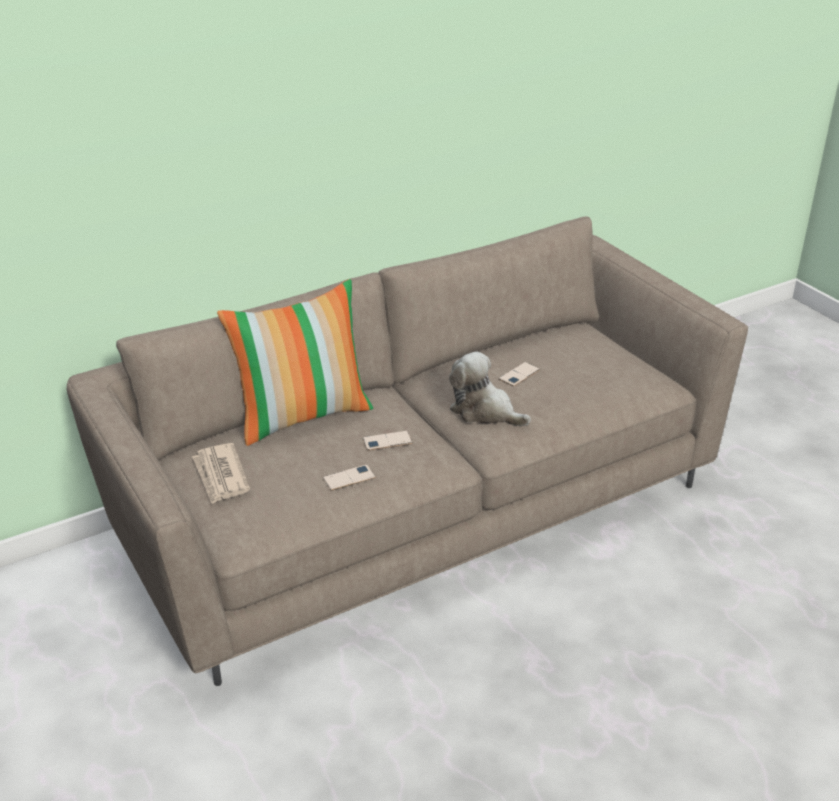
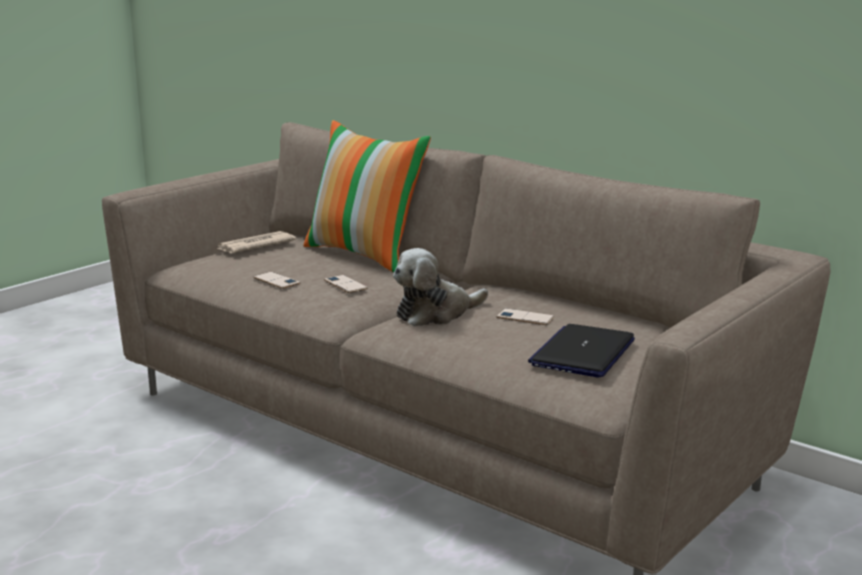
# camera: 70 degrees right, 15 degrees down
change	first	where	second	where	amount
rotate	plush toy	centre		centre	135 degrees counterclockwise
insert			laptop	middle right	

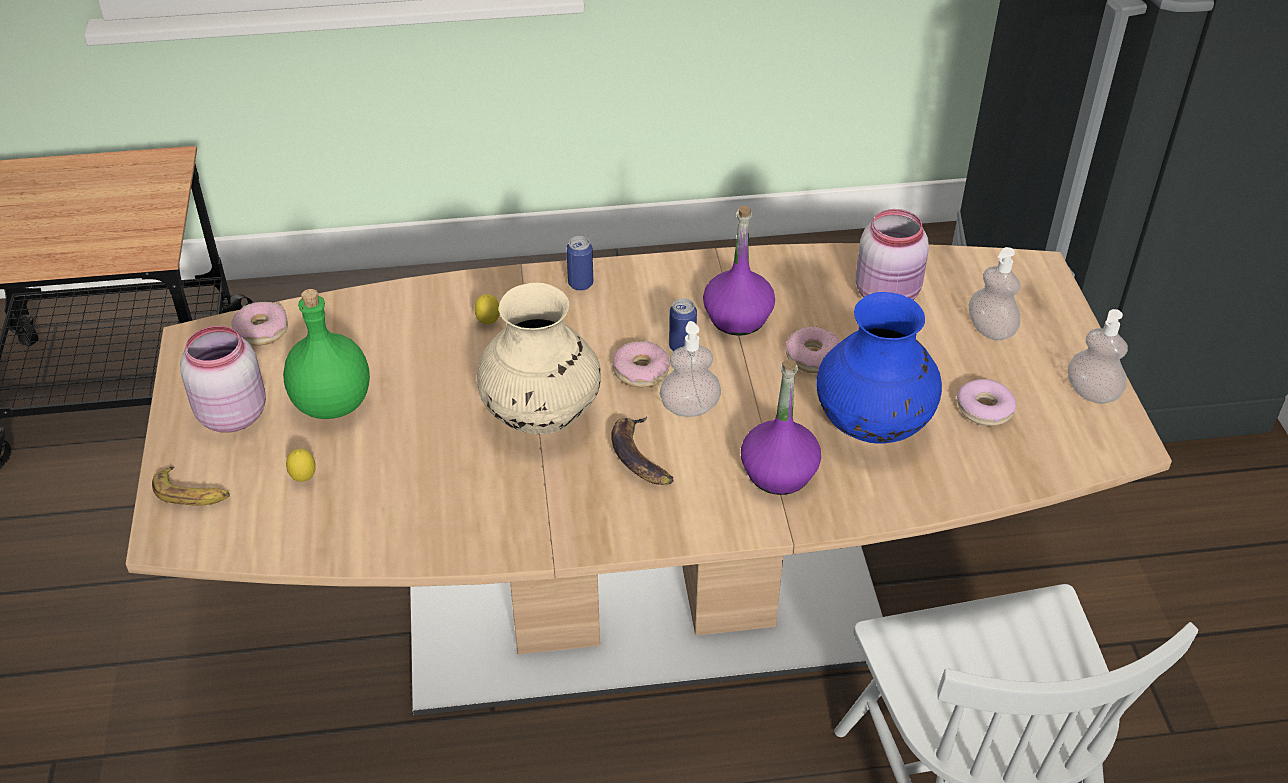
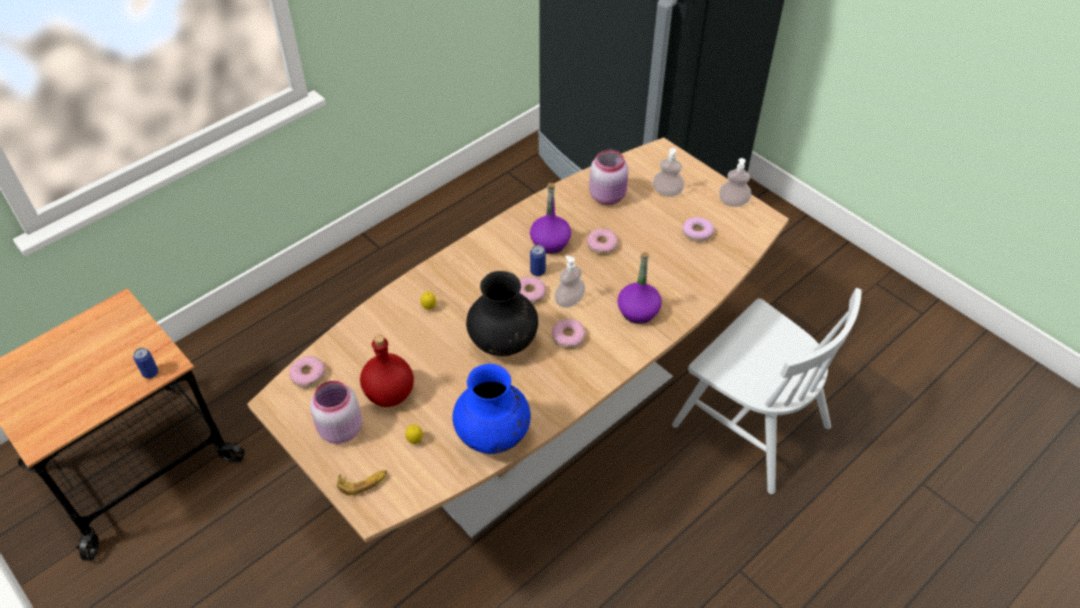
# camera: 35 degrees left, 5 degrees up
change	first	where	second	where	amount
recolor	green bottle	middle left	red bottle	centre	
recolor	beige vase	centre	black vase	centre	
move	can (1st from left)	centre		middle left	
replace	banana (2nd from left)	centre	donut (3rd from left)	centre	
move	blue vase	middle right		bottom centre	

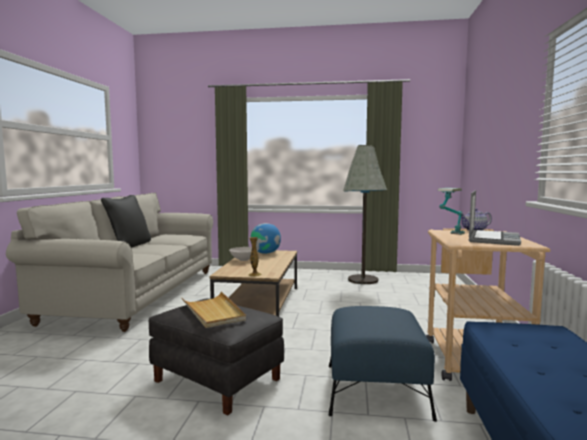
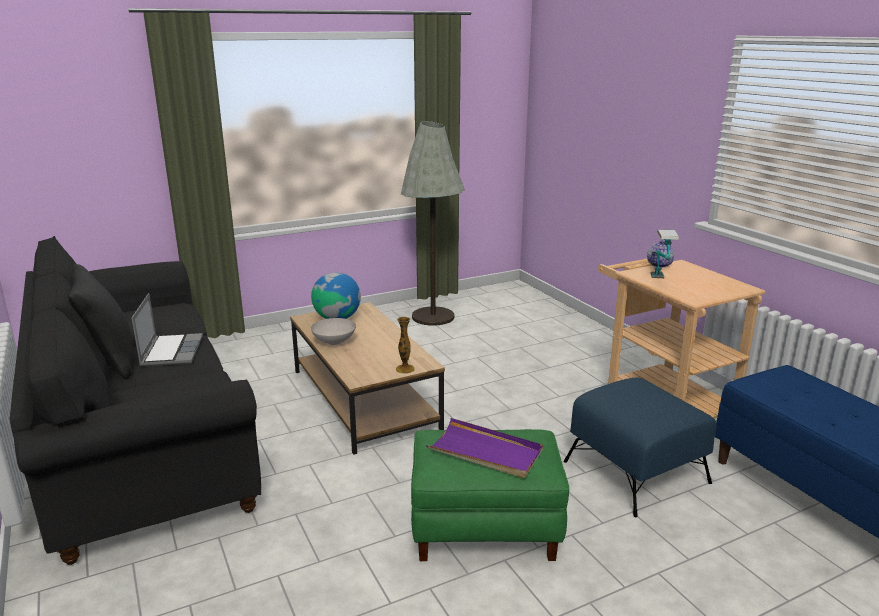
# camera: 35 degrees left, 15 degrees up
change	first	where	second	where	amount
recolor	beige sofa	middle left	black sofa	middle left	
recolor	black ottoman	bottom centre	green ottoman	bottom centre	
recolor	beige tray	bottom centre	purple tray	bottom centre	
move	laptop	middle right		middle left	

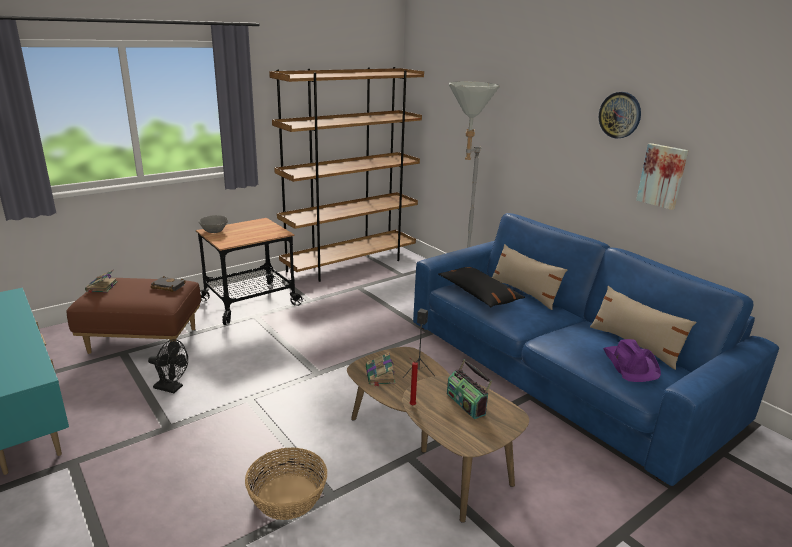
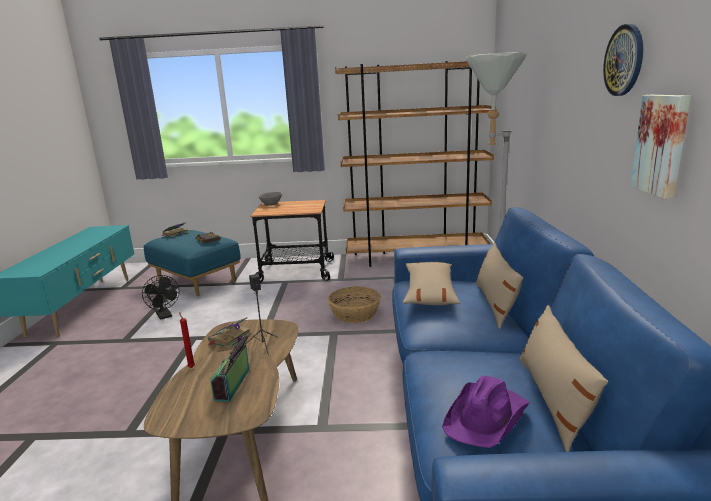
# camera: 40 degrees right, 5 degrees down
change	first	where	second	where	amount
recolor	brown ottoman	middle left	blue ottoman	middle left	
move	basket	bottom centre		centre	
recolor	black pillow	centre	beige pillow (1st from left)	centre	

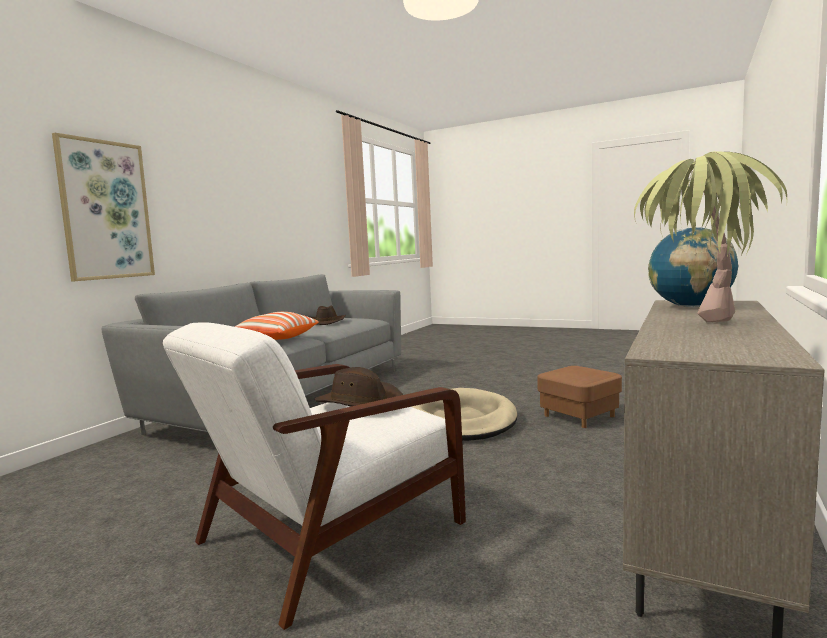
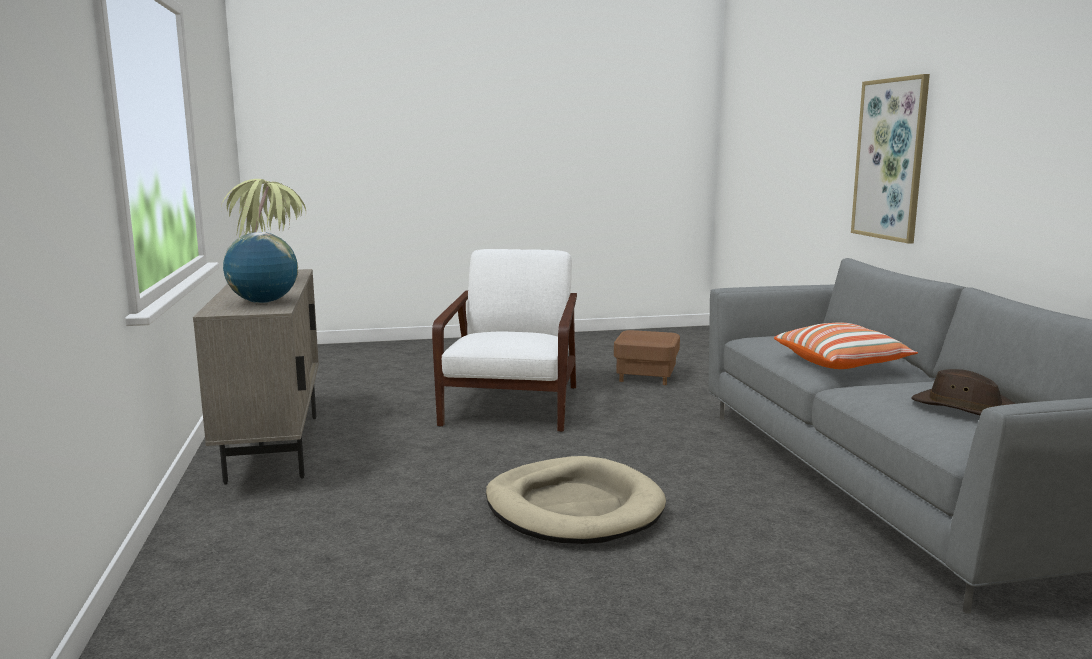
# camera: 140 degrees right, 5 degrees up
change	first	where	second	where	amount
delete	brown hat (2nd from left)	centre			
move	brown ottoman	middle right		centre	

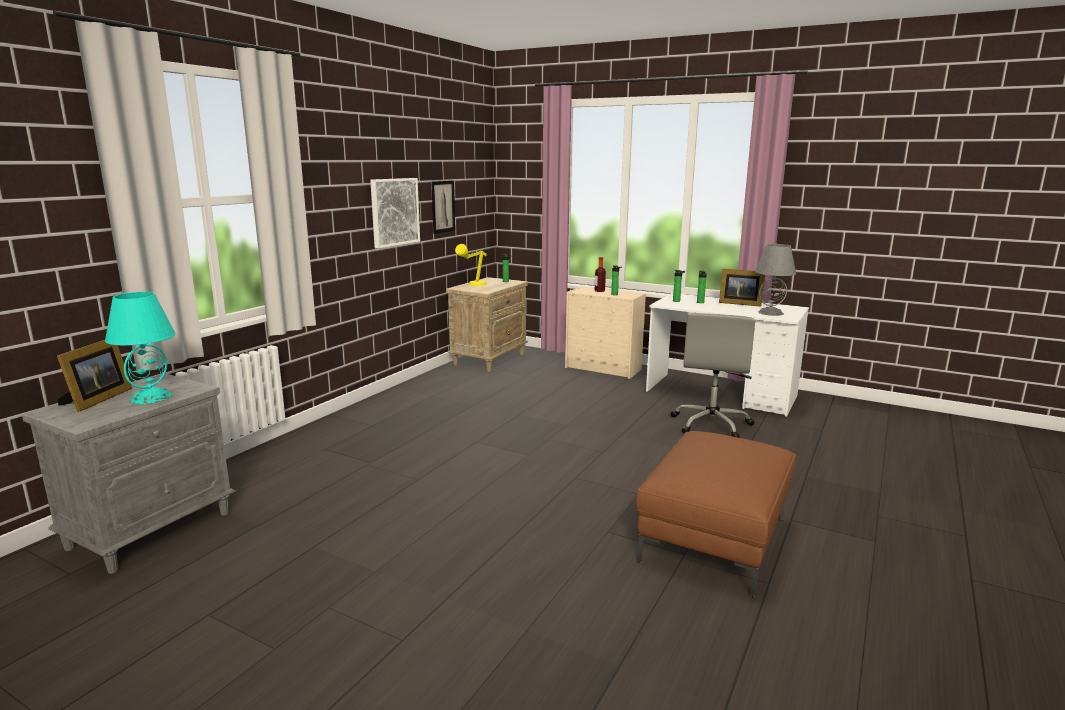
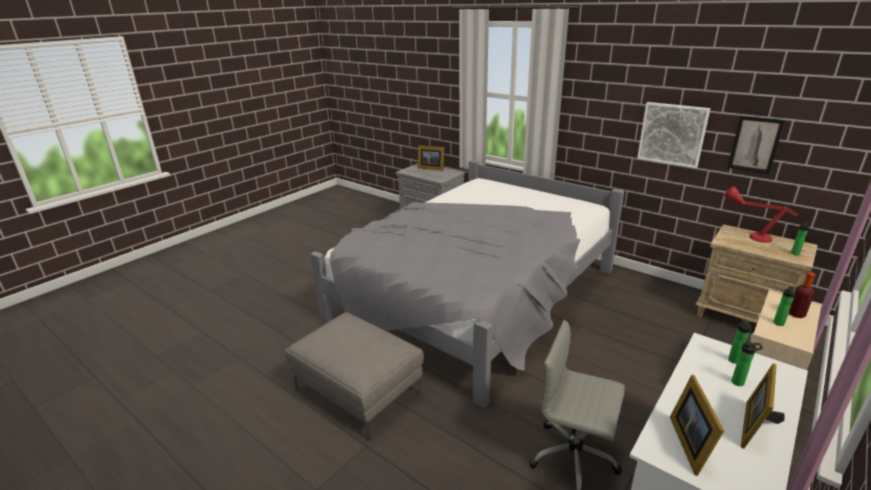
# camera: 100 degrees right, 10 degrees up
change	first	where	second	where	amount
delete	turquoise table lamp	middle left			
recolor	yellow table lamp	centre	red table lamp	middle right	
recolor	brown ottoman	bottom right	grey ottoman	bottom centre	
replace	grey table lamp	middle right	picture frame (2nd from left)	bottom right	
insert			grey bed	centre	

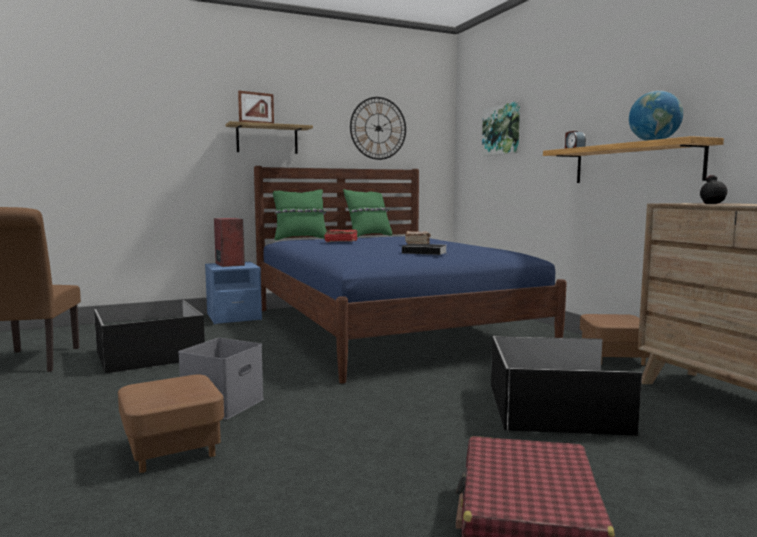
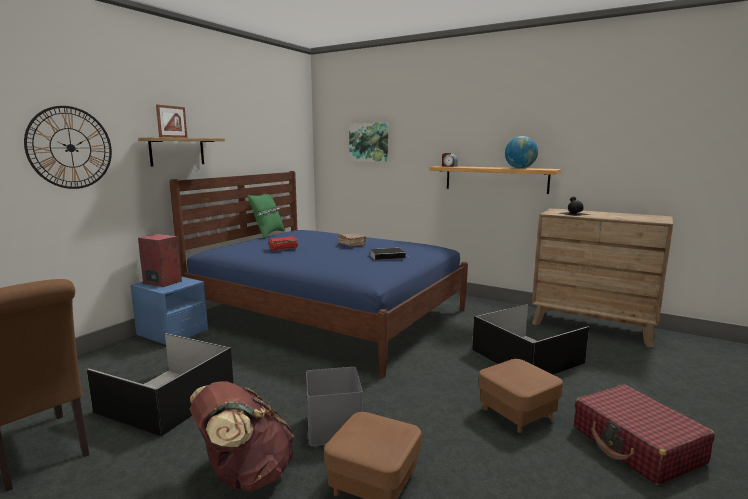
# camera: 35 degrees left, 5 degrees up
change	first	where	second	where	amount
delete	green pillow (1st from left)	centre			
move	wall clock	top centre		top left	
move	brown ottoman (2nd from left)	middle right		bottom right	
insert			brown backpack	bottom left	

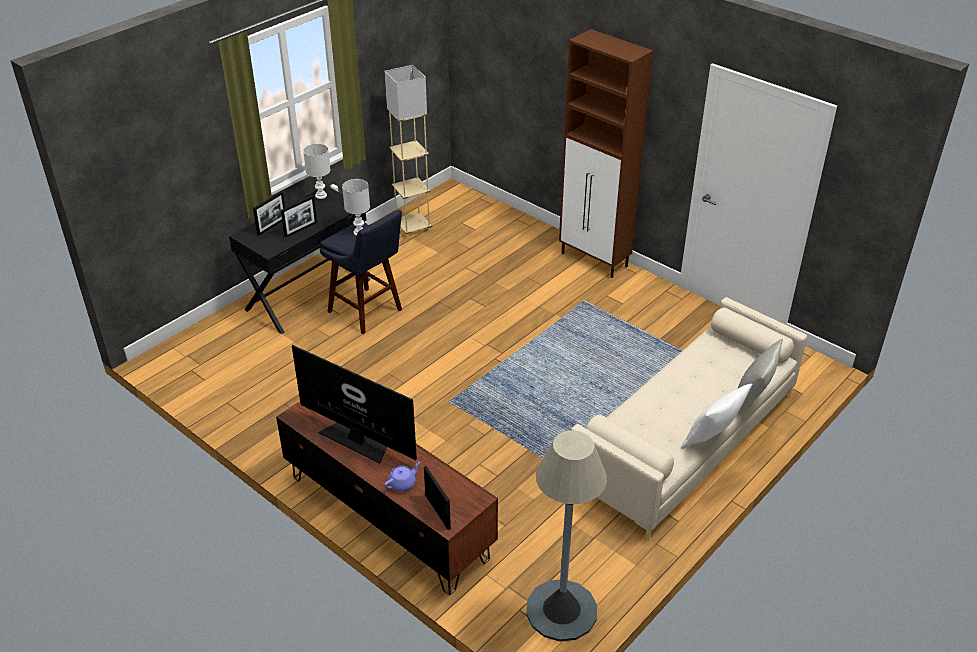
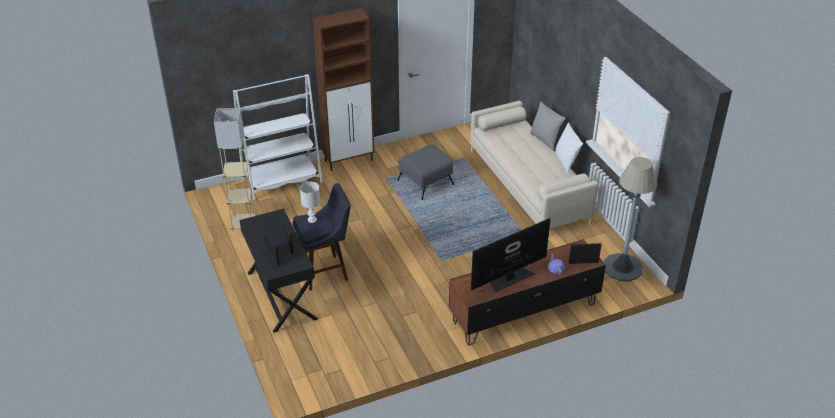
# camera: 65 degrees left, 0 degrees up
change	first	where	second	where	amount
delete	white table lamp (1st from left)	top left			
insert			white bookcase	top left	
insert			grey ottoman	centre	

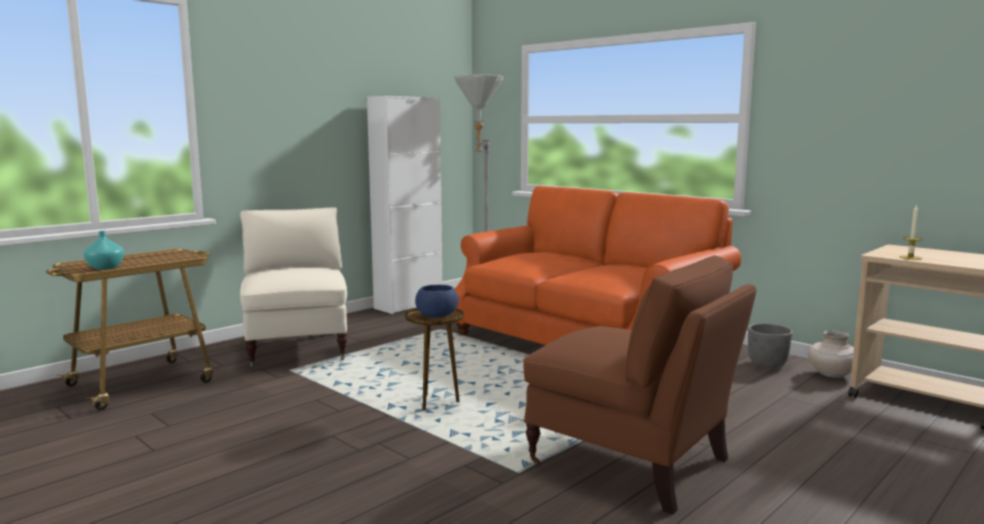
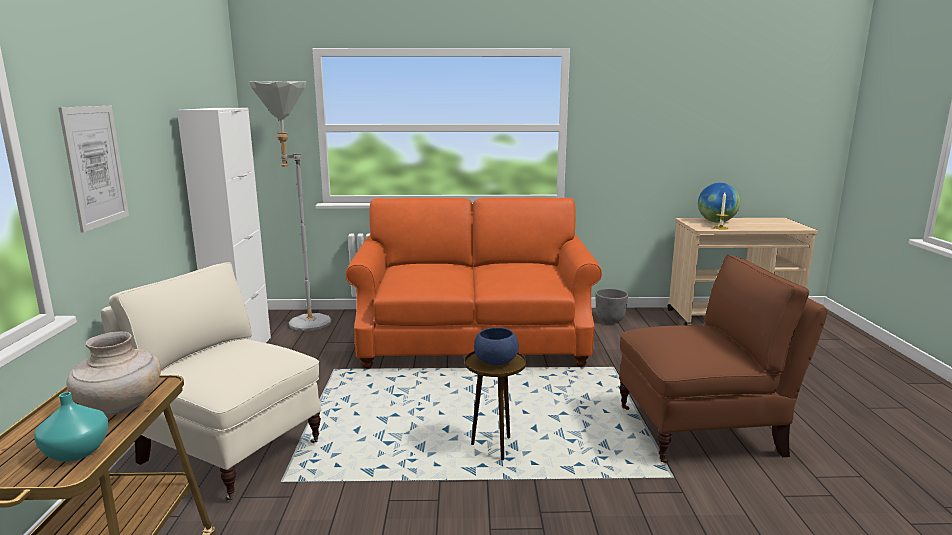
# camera: 45 degrees left, 5 degrees up
change	first	where	second	where	amount
move	beige vase	bottom right		bottom left	
insert			picture	top left	
insert			globe	middle right	

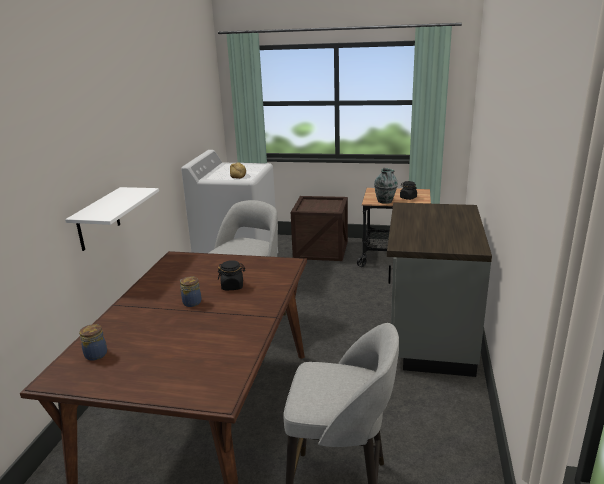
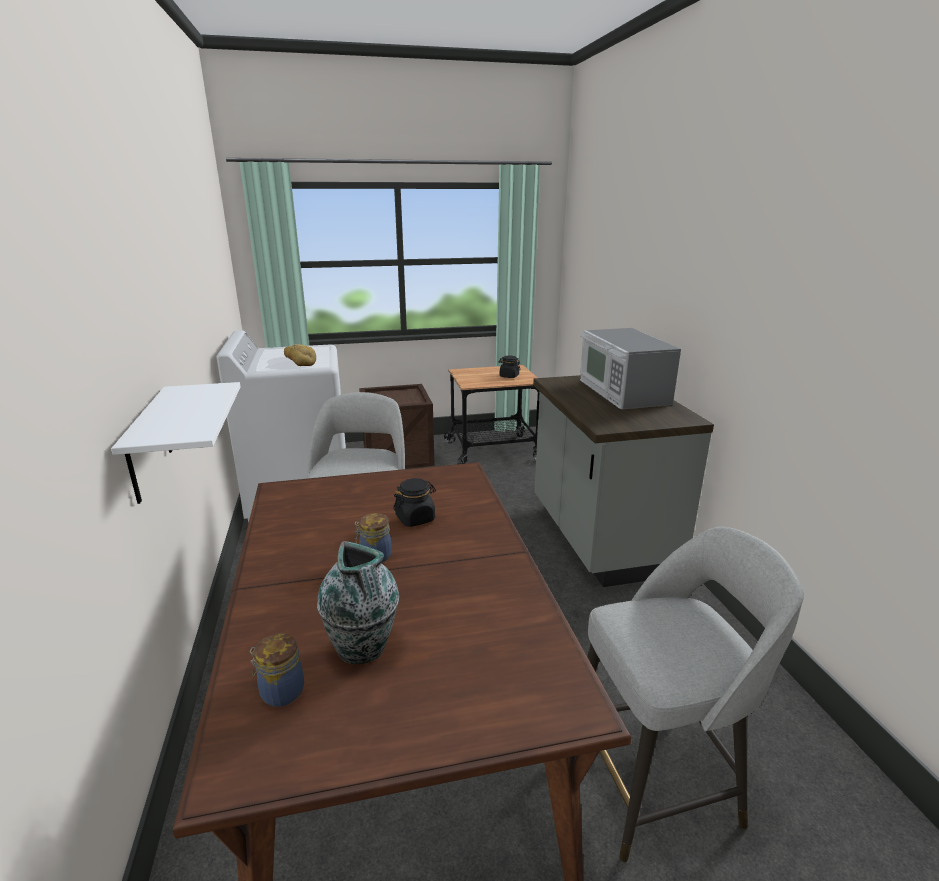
# camera: 25 degrees left, 0 degrees up
change	first	where	second	where	amount
move	vase	centre		bottom centre	
insert			microwave	middle right	

